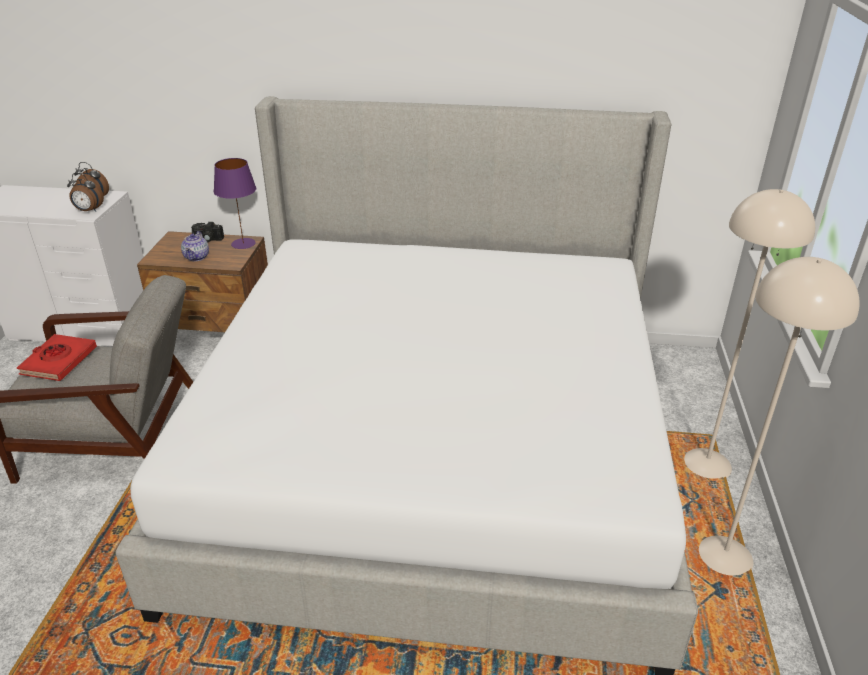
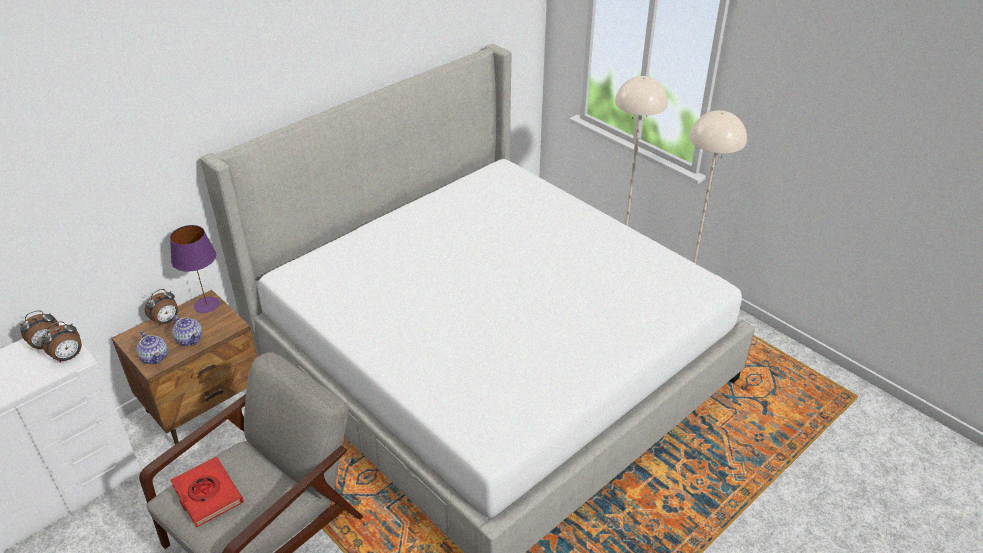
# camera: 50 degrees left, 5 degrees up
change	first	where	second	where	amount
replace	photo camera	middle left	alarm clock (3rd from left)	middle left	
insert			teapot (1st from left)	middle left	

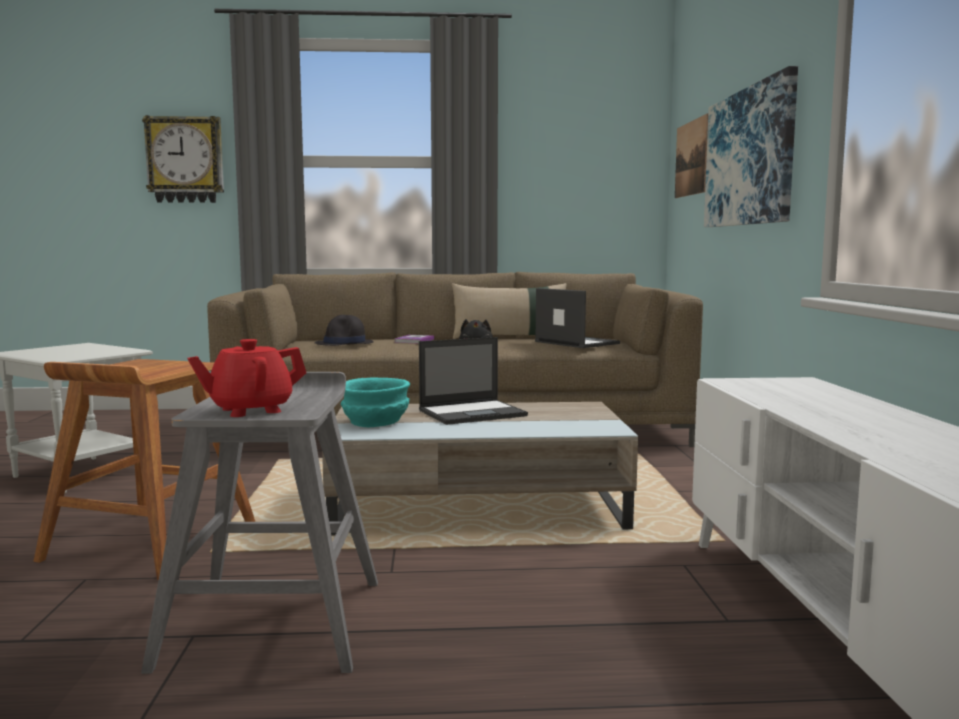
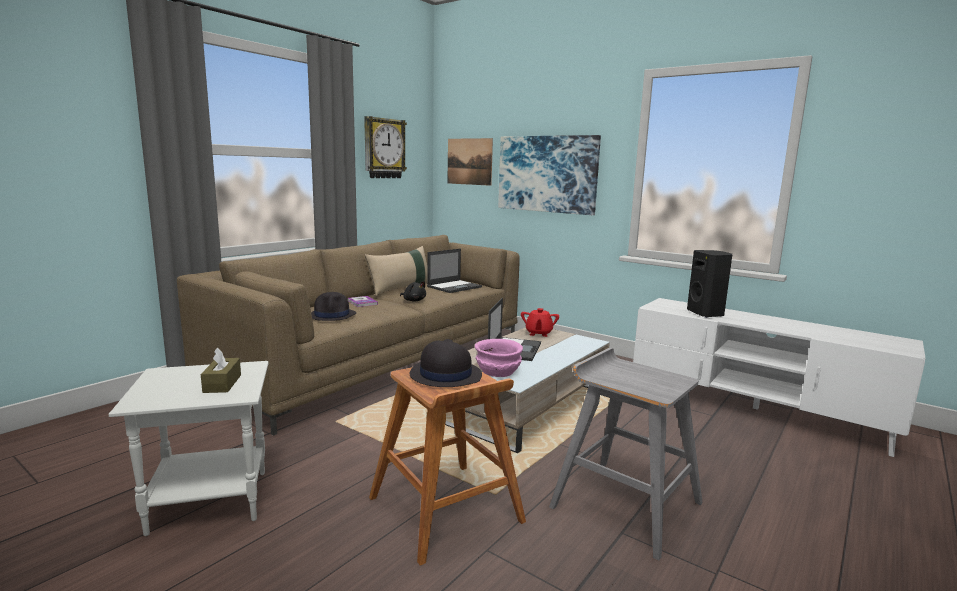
# camera: 50 degrees left, 5 degrees up
change	first	where	second	where	amount
move	wall clock	top left		top centre	
move	red teapot	middle left		centre	
recolor	turquoise bowl	centre	pink bowl	centre	
rotate	laptop (2nd from left in the first image)	centre	laptop (1st from left)	centre	135 degrees clockwise
insert			brown tissue box	middle left	
insert			black hat (2nd from left)	centre	
insert			black speaker	middle right	

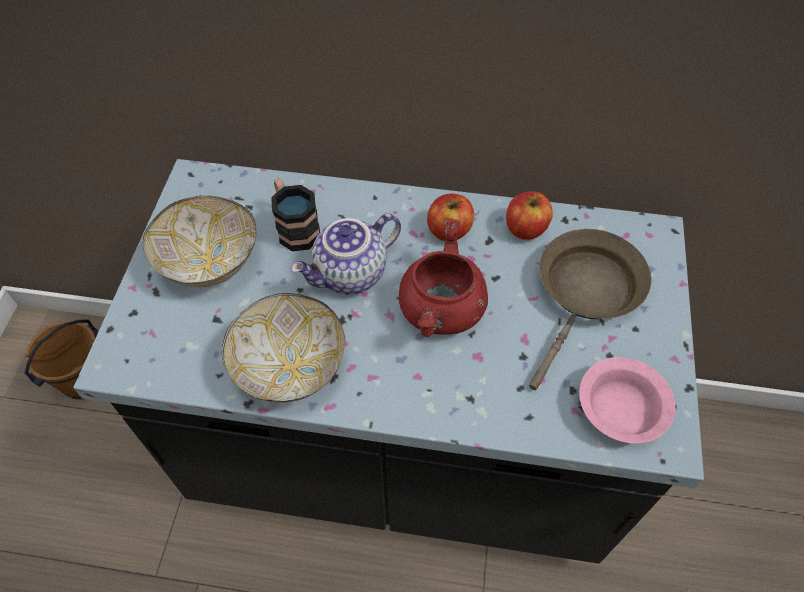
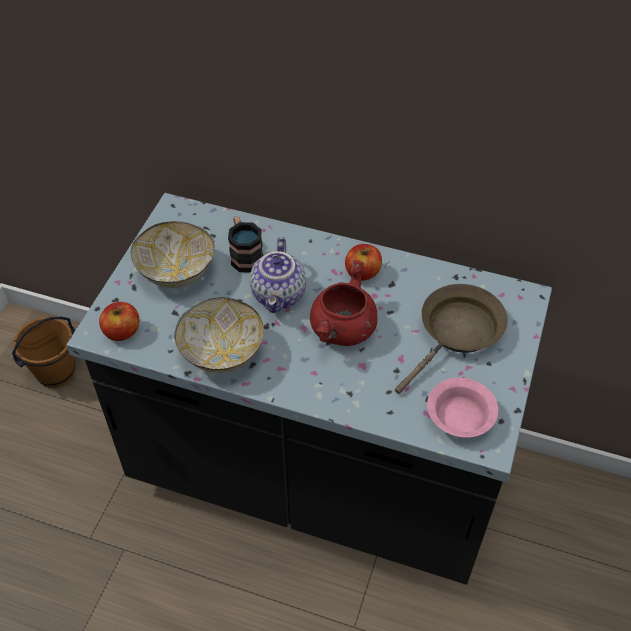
# camera: 10 degrees right, 5 degrees down
change	first	where	second	where	amount
rotate	teapot	centre		centre	60 degrees counterclockwise
move	apple (2nd from left in the first image)	centre	apple (1st from left)	middle left	

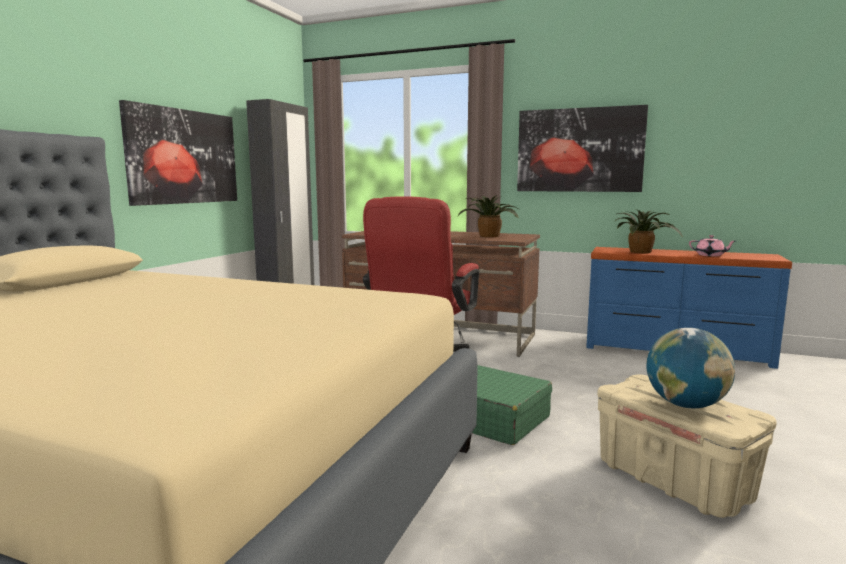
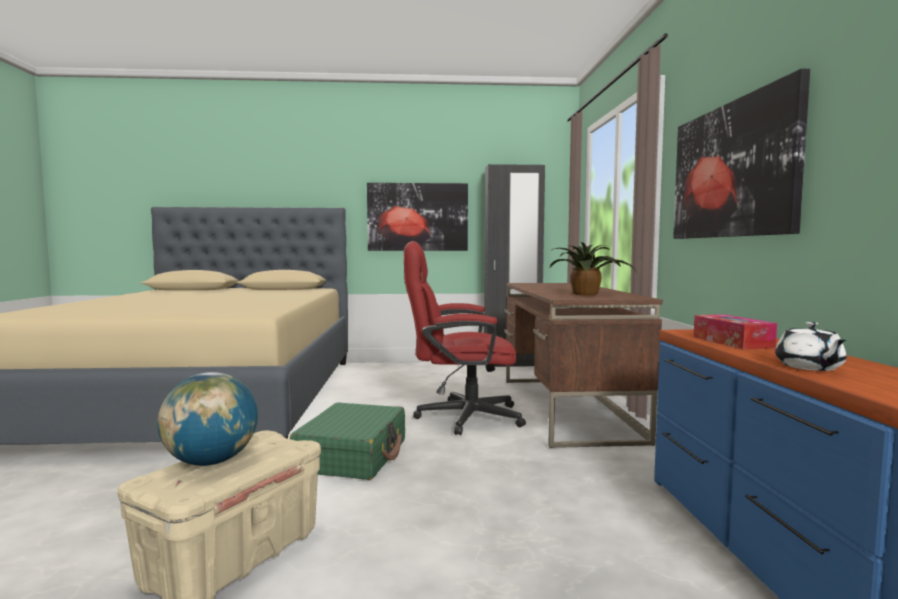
# camera: 65 degrees right, 5 degrees down
change	first	where	second	where	amount
replace	potted plant (2nd from left)	middle right	tissue box	middle right	
recolor	pink teapot	middle right	white teapot	middle right	

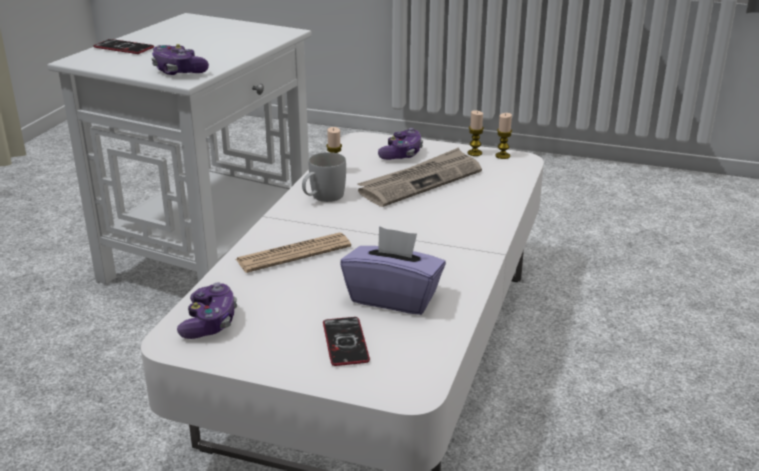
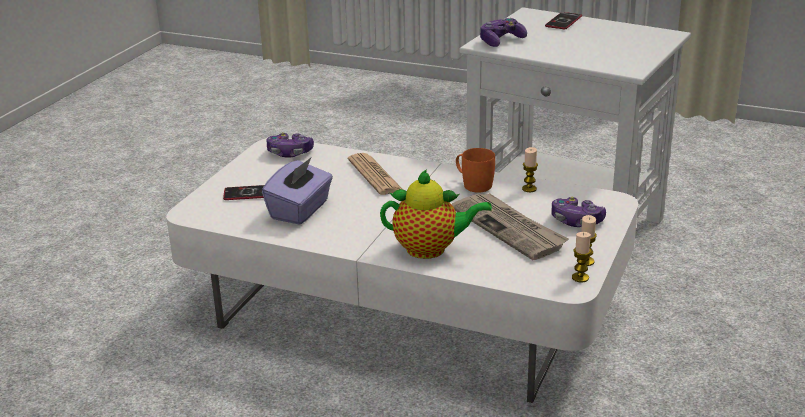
# camera: 95 degrees right, 0 degrees up
change	first	where	second	where	amount
recolor	white mug	centre	orange mug	centre	
insert			teapot	centre	

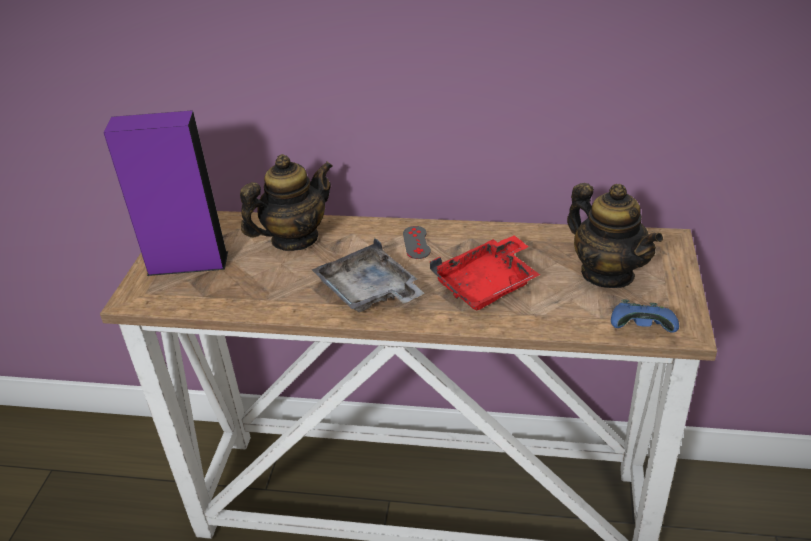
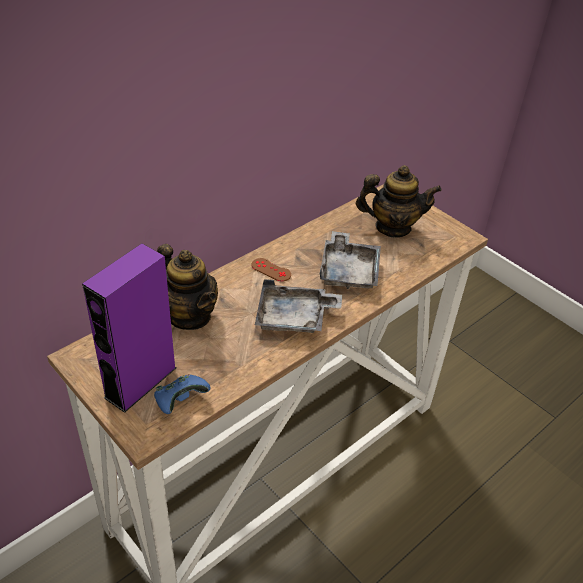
# camera: 55 degrees left, 5 degrees up
change	first	where	second	where	amount
rotate	teapot (1st from left)	centre		middle left	135 degrees clockwise
recolor	grey game controller	centre	brown game controller	centre	
recolor	red tray	centre	grey tray (2nd from left)	centre	
move	blue game controller	middle right		bottom left	

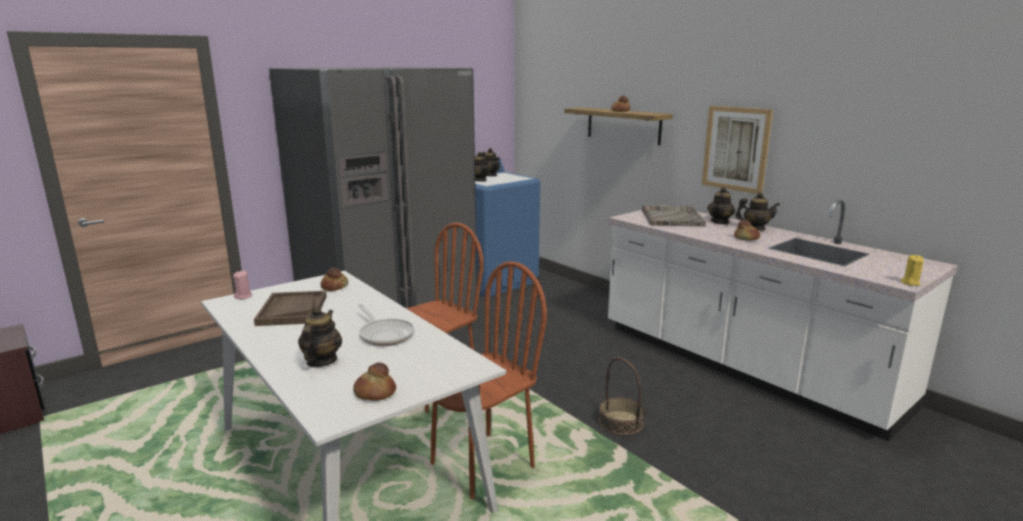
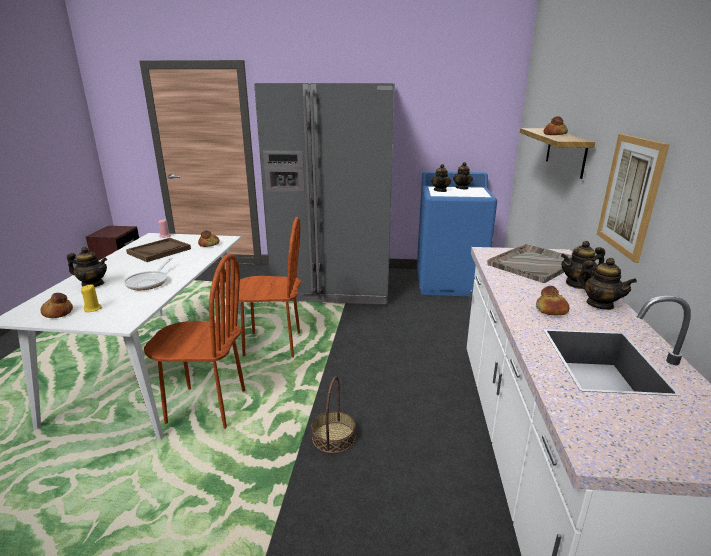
# camera: 45 degrees right, 5 degrees up
change	first	where	second	where	amount
rotate	teapot (1st from left)	middle left		middle left	45 degrees clockwise
move	yellow candle	middle right		middle left	

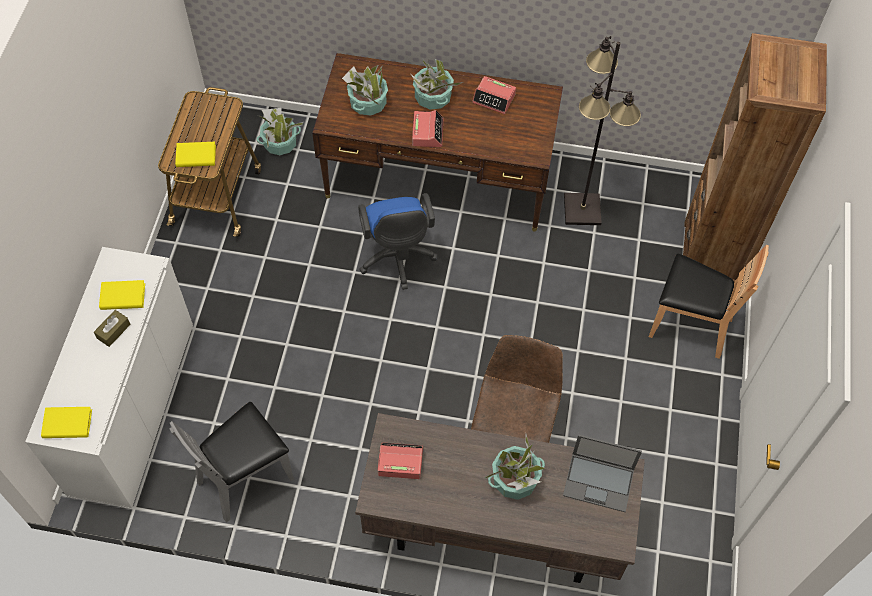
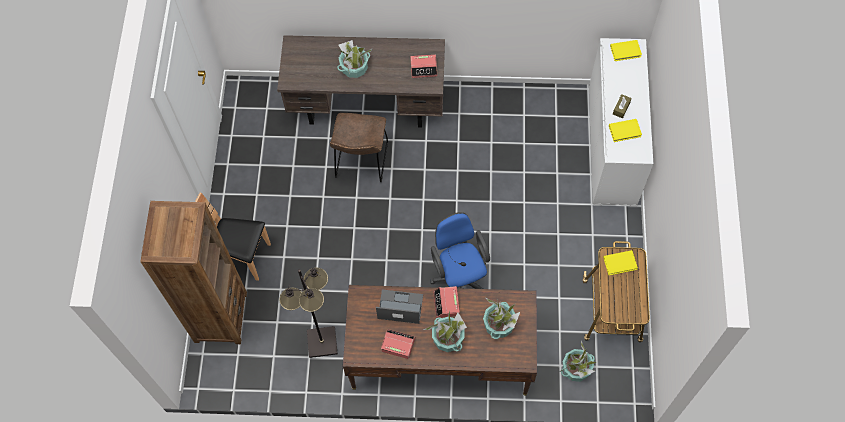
# camera: 175 degrees right, 5 degrees up
change	first	where	second	where	amount
delete	grey chair	bottom left			
move	laptop	bottom right		bottom centre	

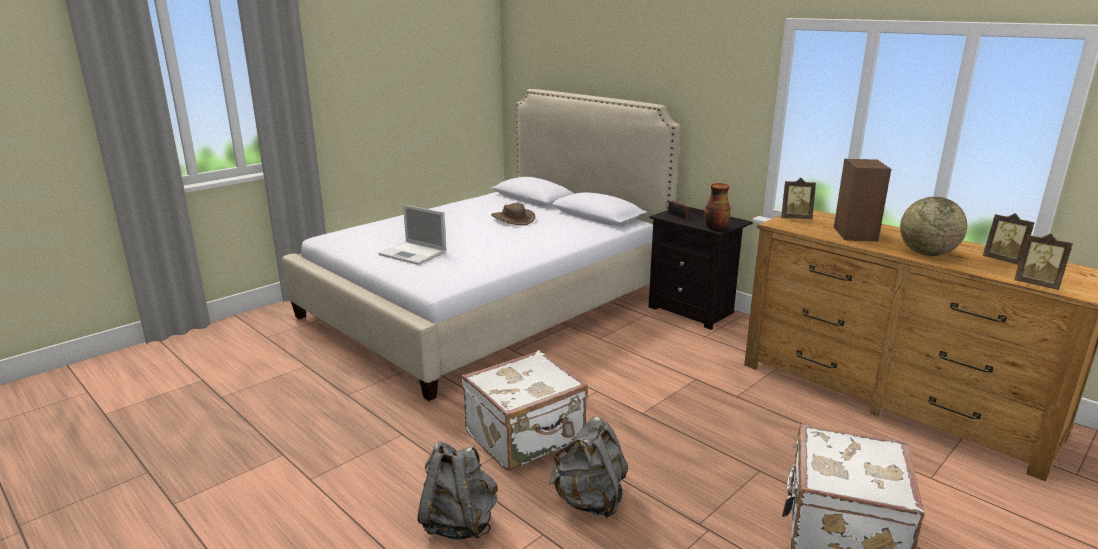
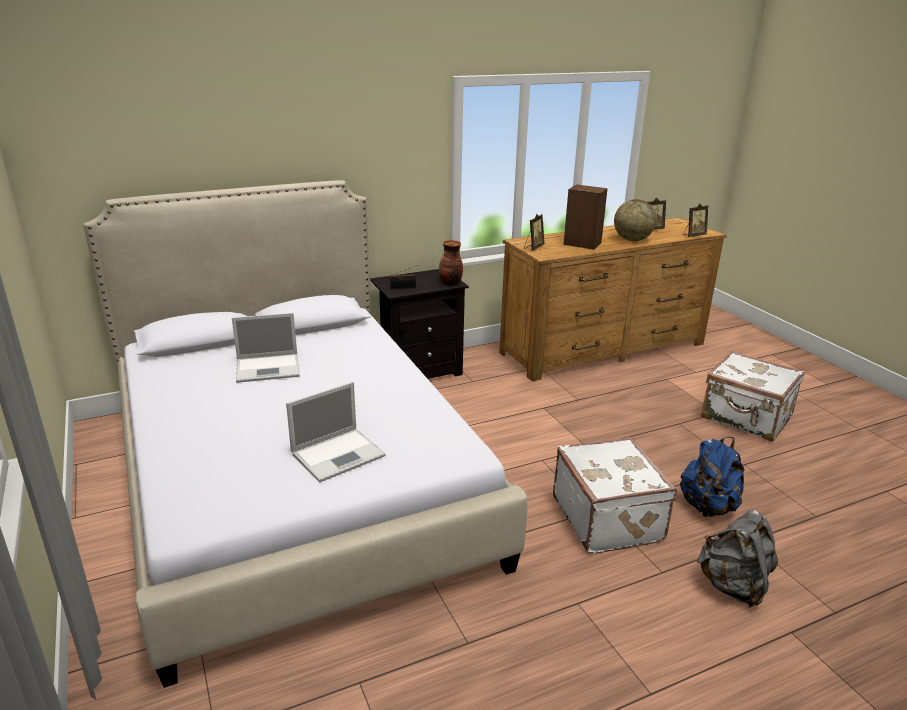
# camera: 70 degrees left, 5 degrees up
change	first	where	second	where	amount
replace	brown hat	centre	laptop (1st from left)	middle left	
recolor	grey backpack (2nd from left)	bottom centre	blue backpack	bottom right	

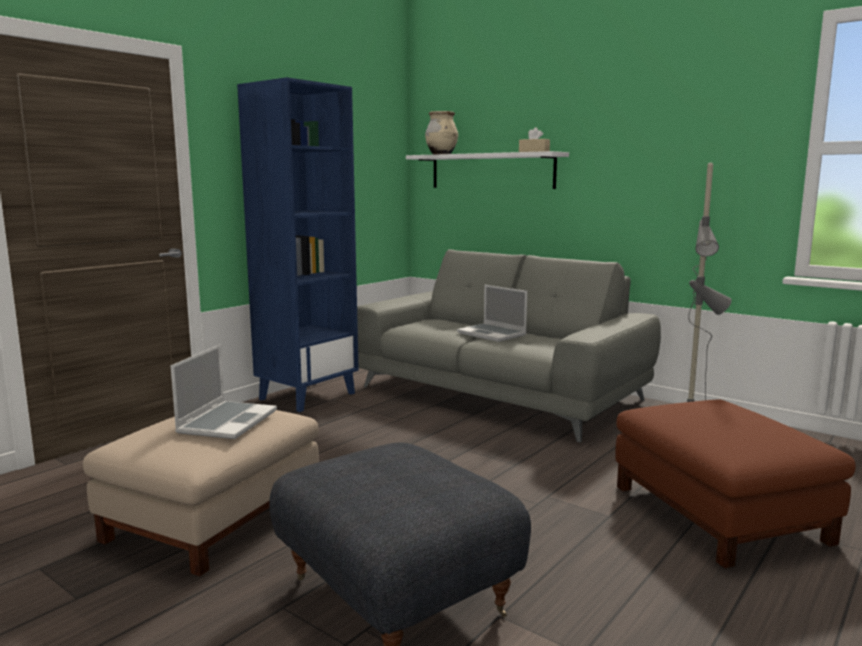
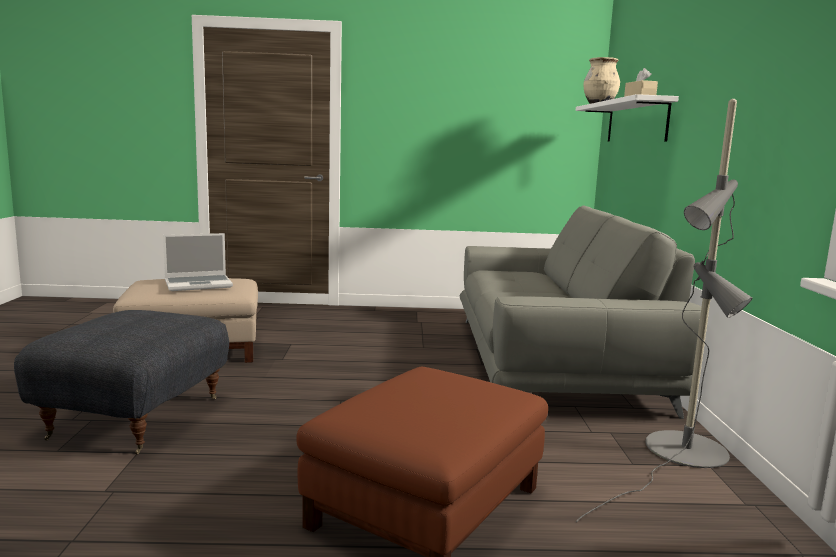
# camera: 50 degrees right, 0 degrees up
change	first	where	second	where	amount
delete	blue bookcase	centre			
delete	laptop (2nd from left)	centre			

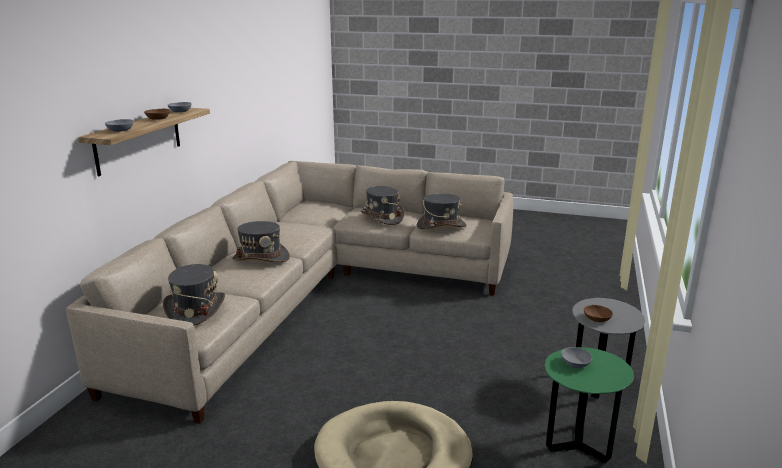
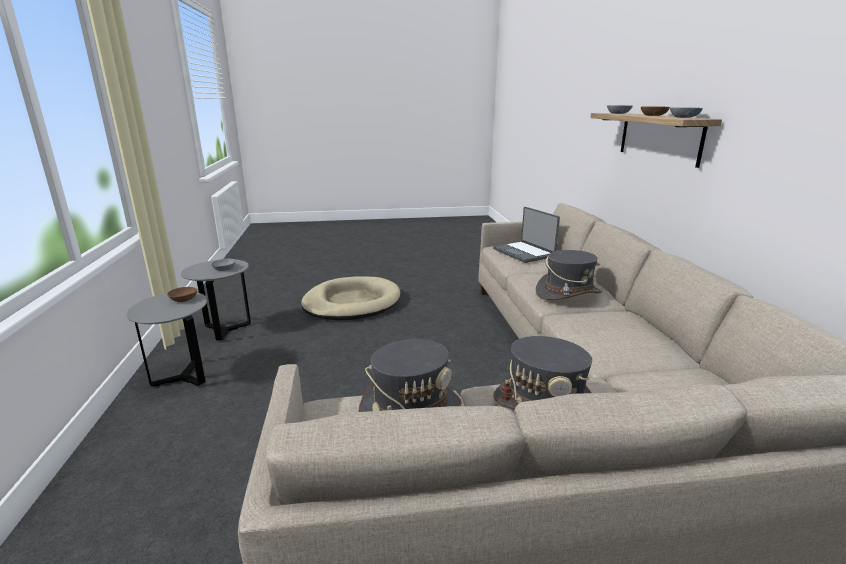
# camera: 155 degrees right, 0 degrees up
change	first	where	second	where	amount
replace	grey hat (1st from left)	middle left	laptop	centre	
recolor	green side table	bottom right	grey side table (2nd from left)	middle left	

